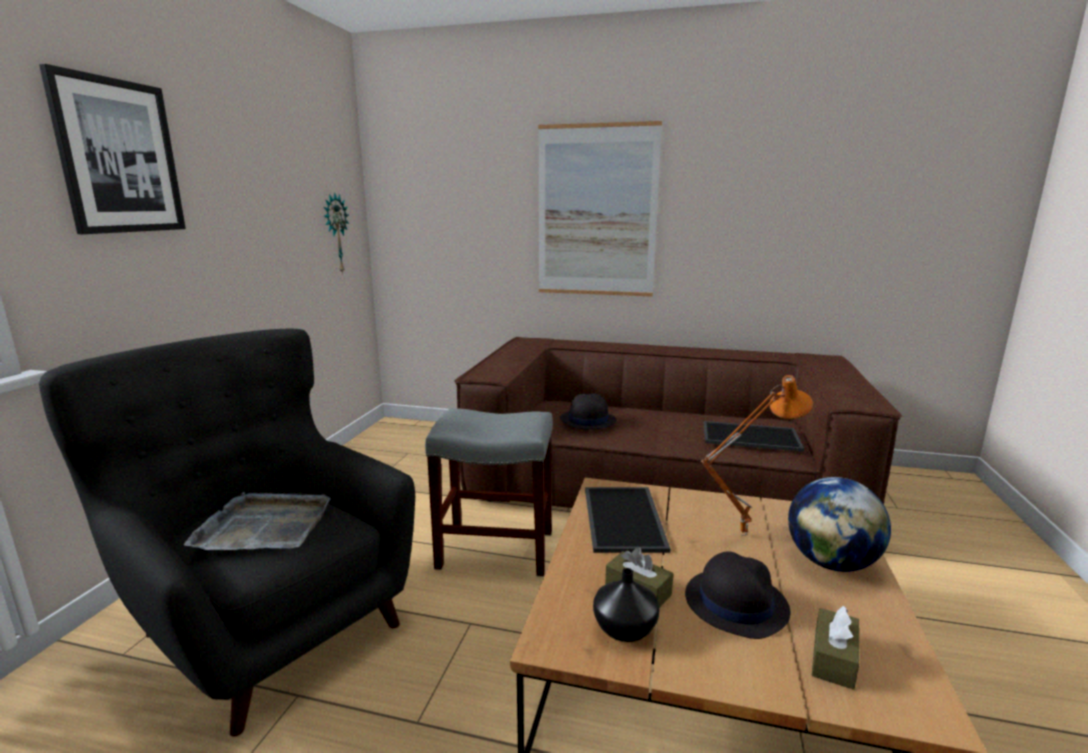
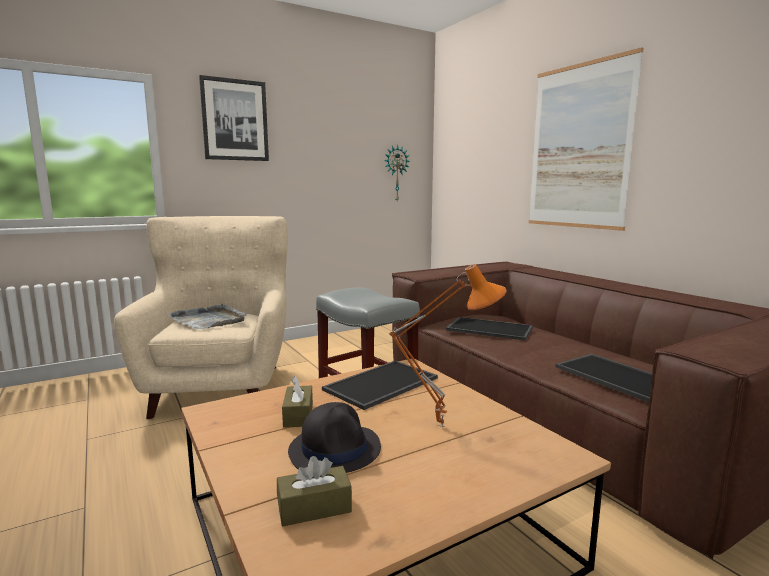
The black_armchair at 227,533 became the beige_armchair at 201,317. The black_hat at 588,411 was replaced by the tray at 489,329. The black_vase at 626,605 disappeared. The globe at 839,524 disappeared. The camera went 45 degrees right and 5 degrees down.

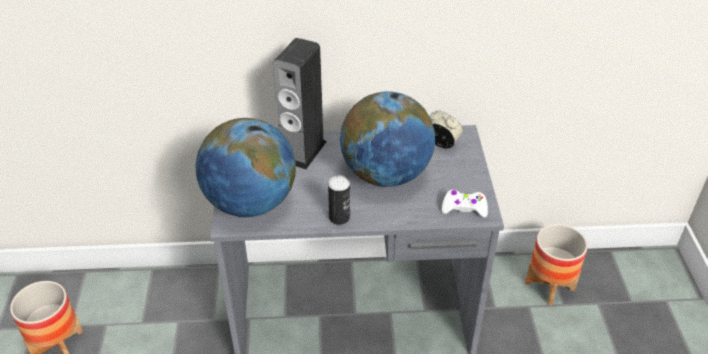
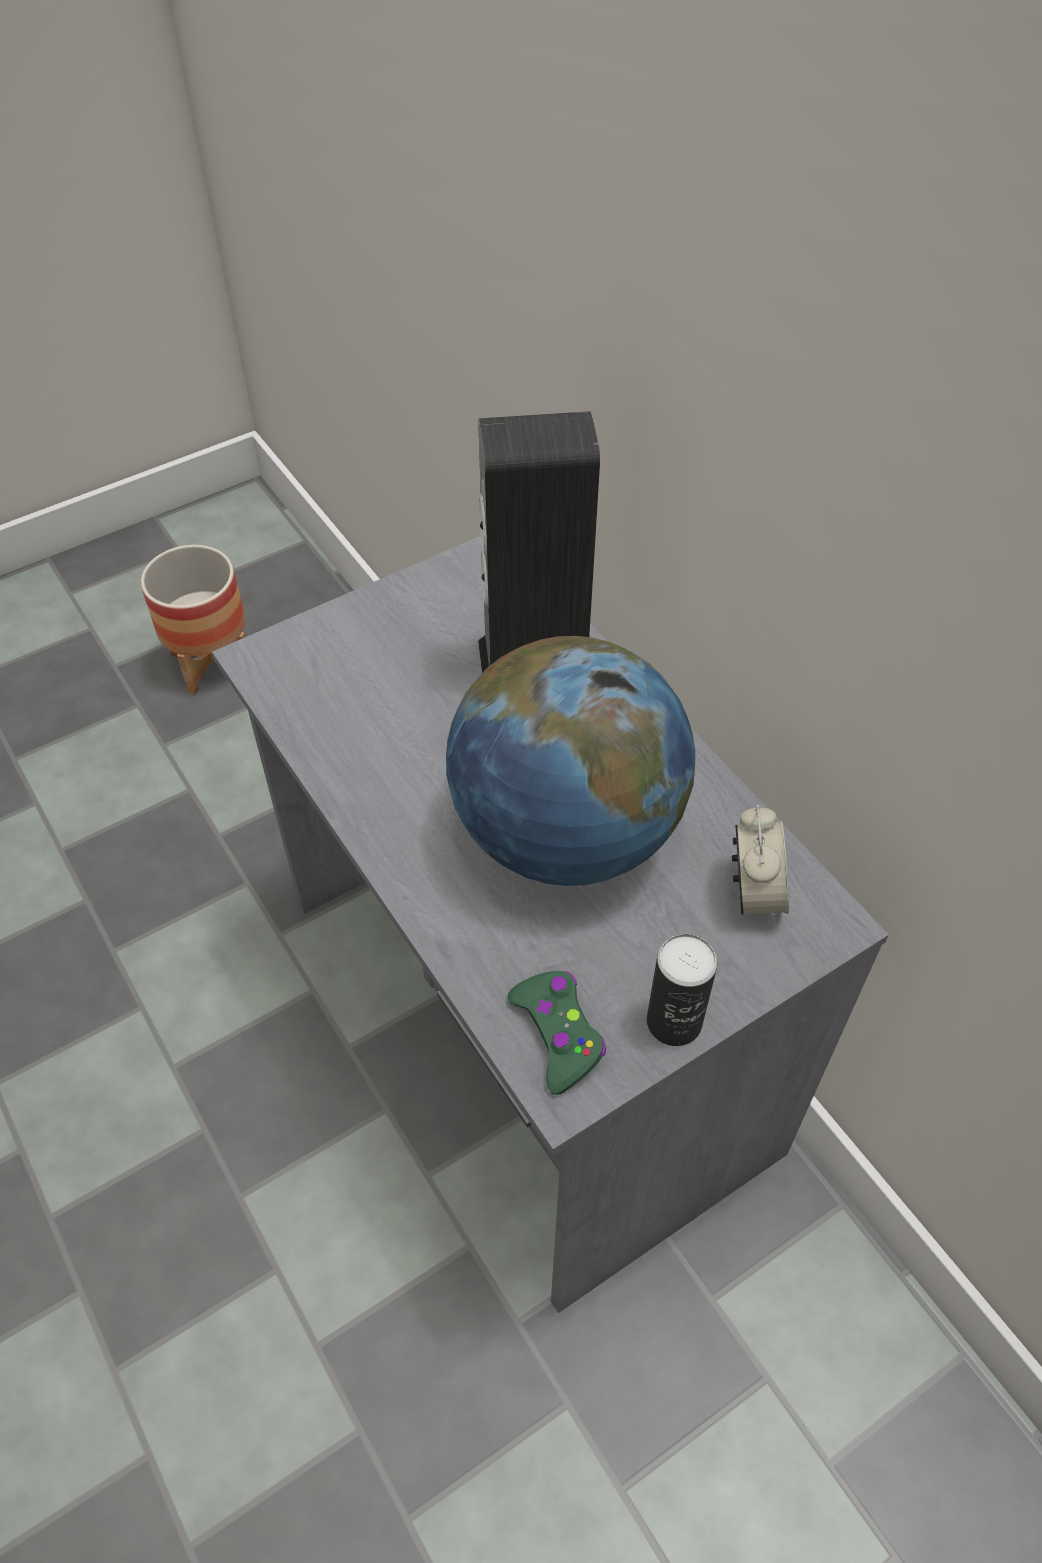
The globe at 245,167 disappeared. The can moved from 339,200 to 682,990. The white_game_controller at 465,204 became the green_game_controller at 556,1033. The planter at 556,265 disappeared. The camera went 60 degrees right and 10 degrees up.

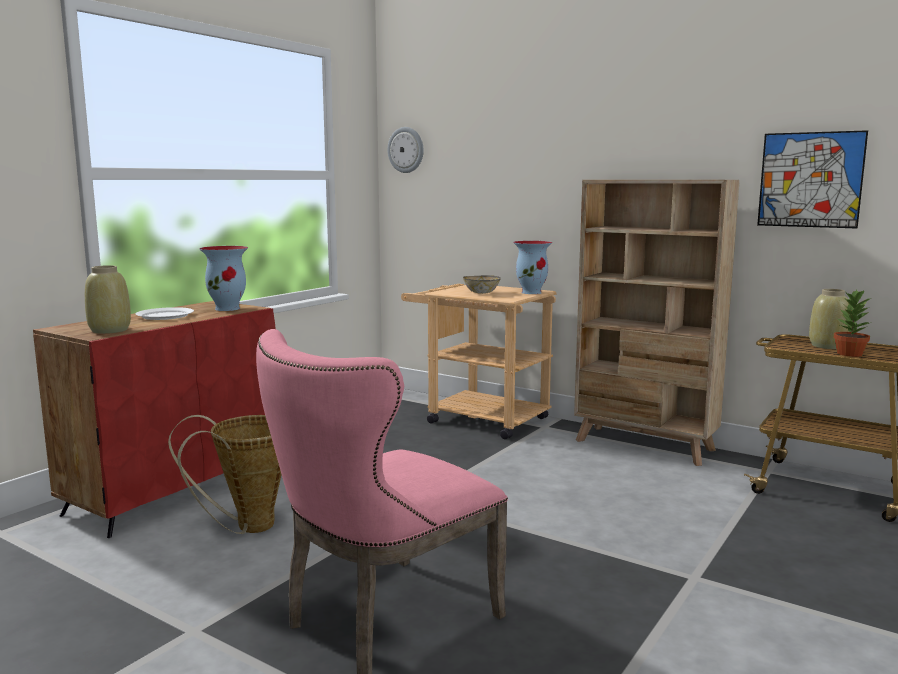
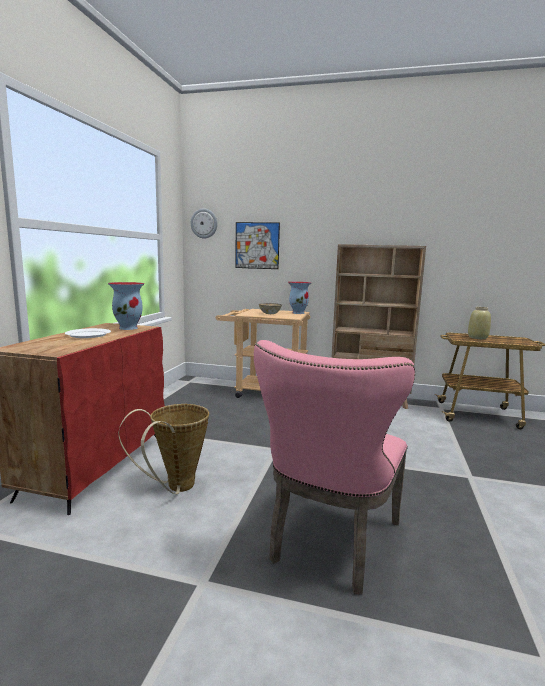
The beige_vase at 108,299 disappeared. The picture moved from 812,179 to 257,245. The potted_plant at 851,323 disappeared. The camera went 20 degrees left and 0 degrees up.

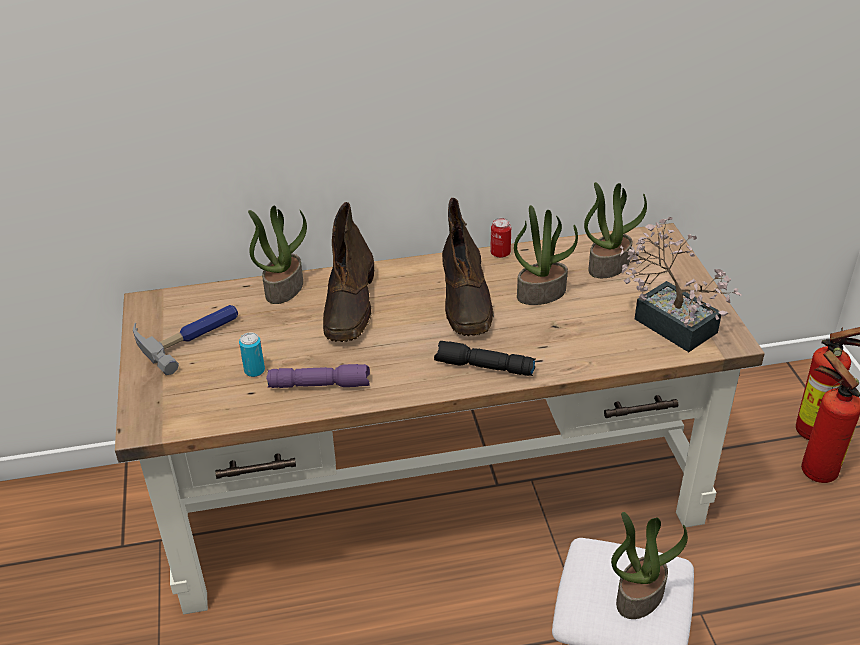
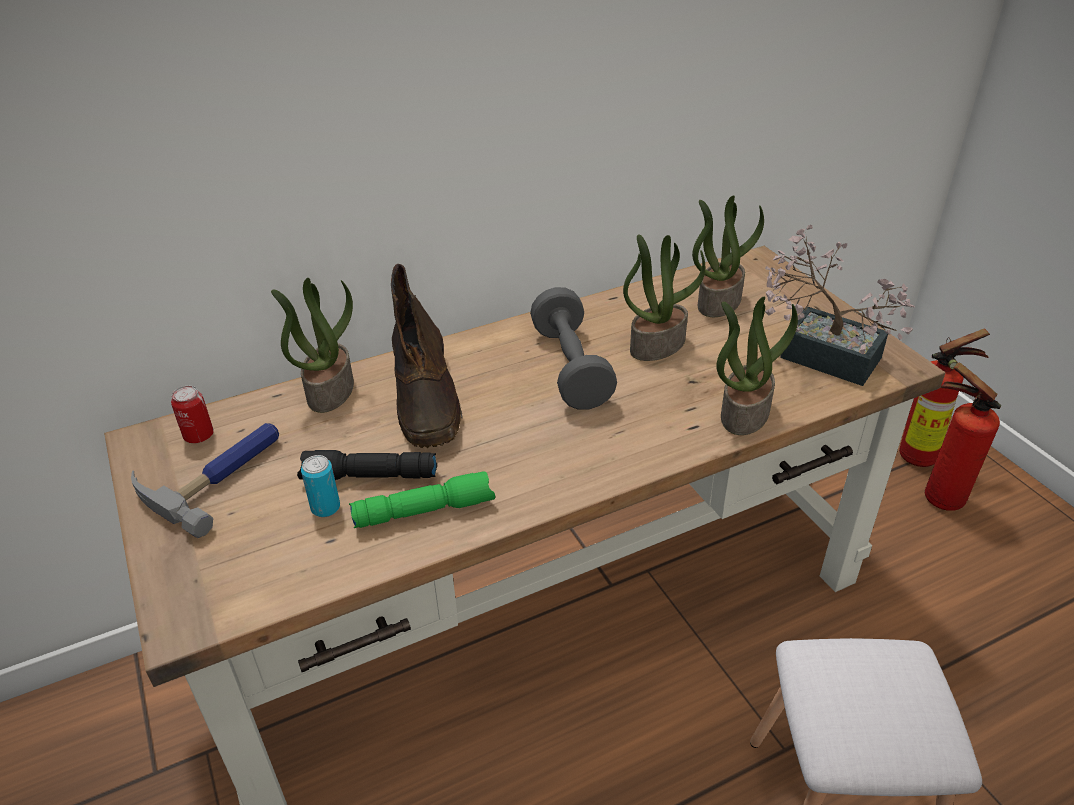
The purple_flashlight at 318,376 became the green_flashlight at 422,499. The black_flashlight moved from 485,358 to 367,465. The brown_boot at 468,267 was replaced by the grey_dumbbell at 573,348. The can moved from 500,238 to 192,414. The potted_plant moved from 649,565 to 757,366. The camera went 15 degrees left and 0 degrees up.

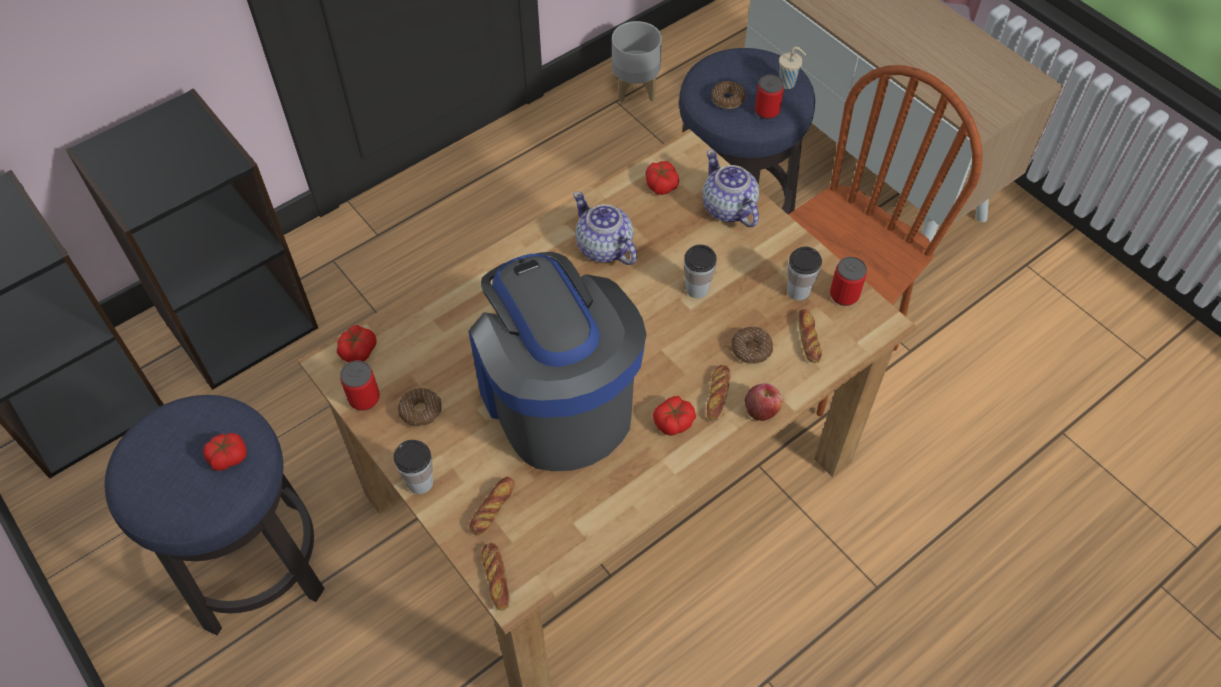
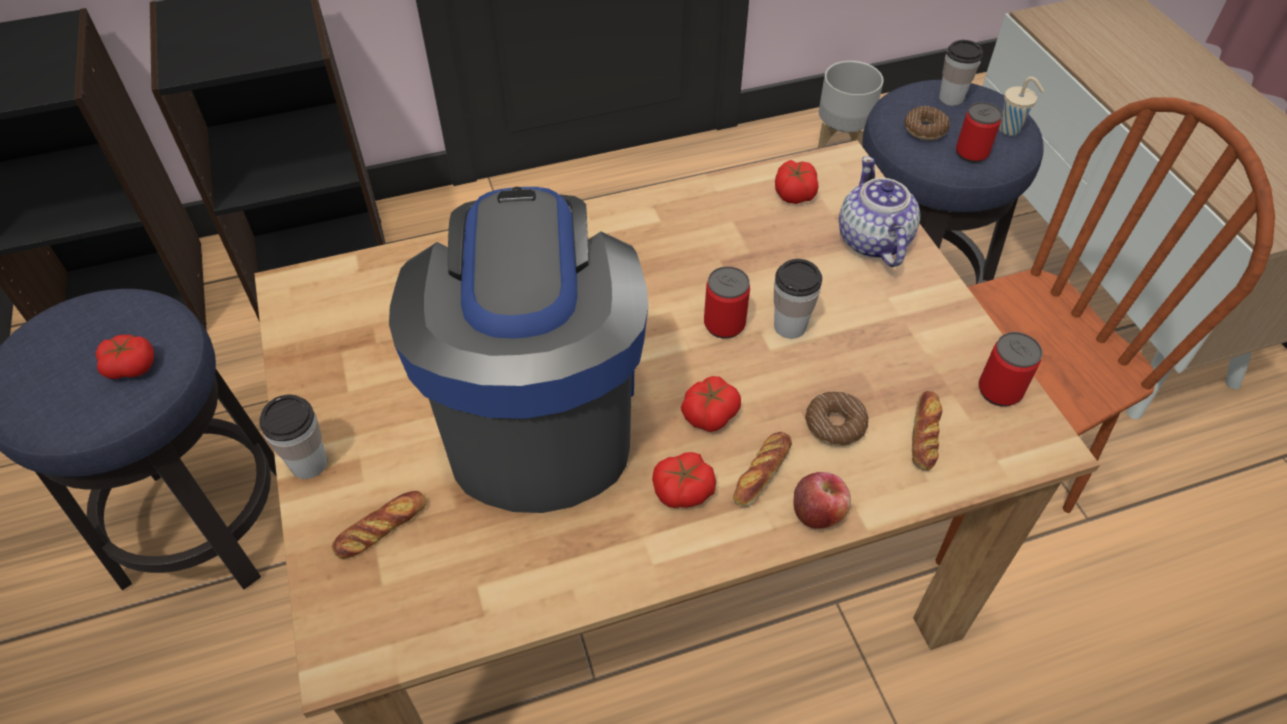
The tomato moved from 357,343 to 711,404. The can moved from 360,385 to 727,302. The donut at 420,407 disappeared. The bread at 496,577 disappeared. The teapot at 605,228 disappeared. The cup moved from 804,274 to 961,73. The camera went 20 degrees right and 5 degrees down.

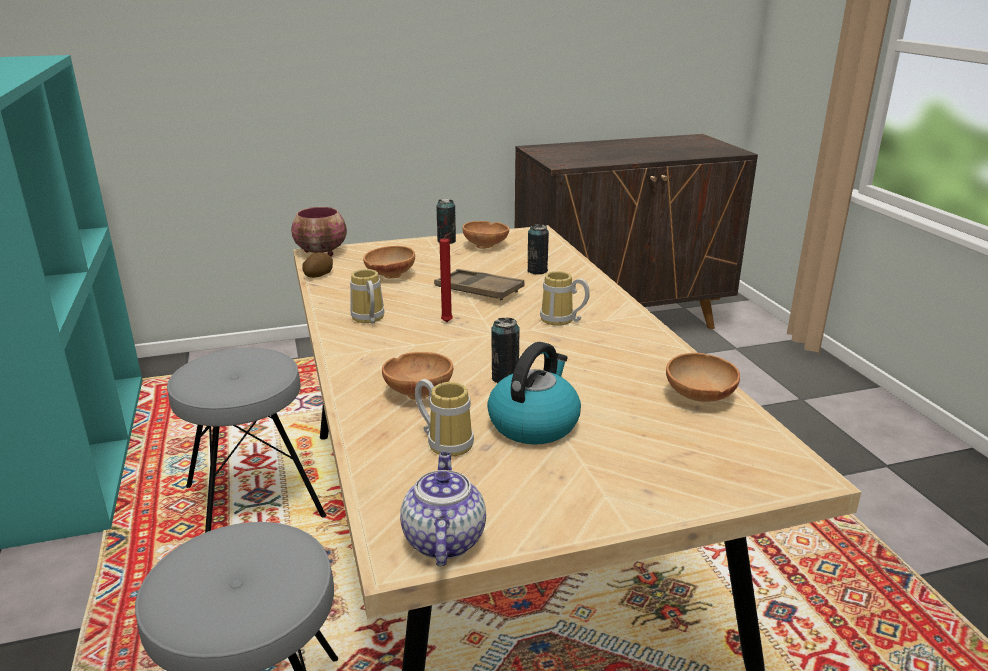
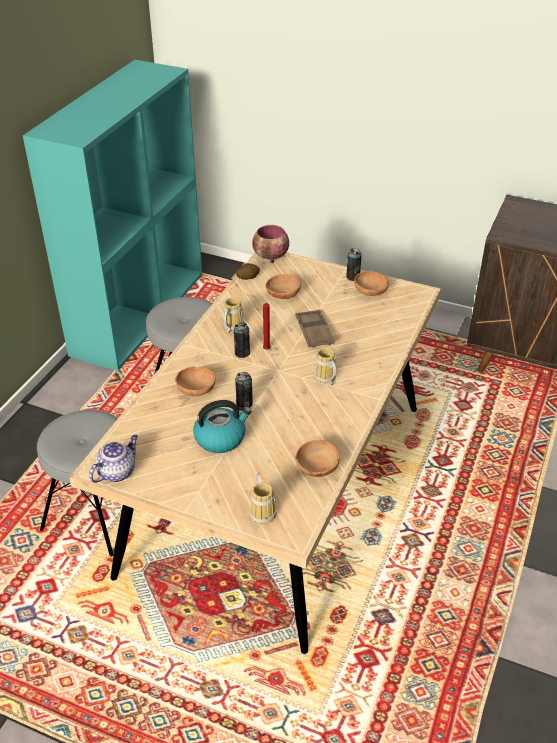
The mug moved from 444,418 to 263,499. The can moved from 538,249 to 242,340. The camera went 40 degrees right and 15 degrees up.

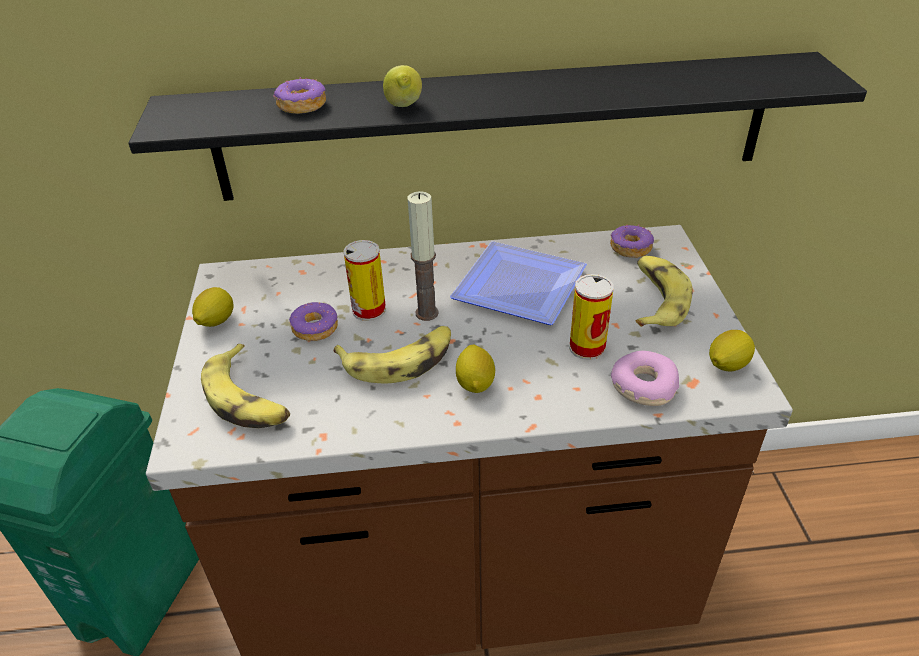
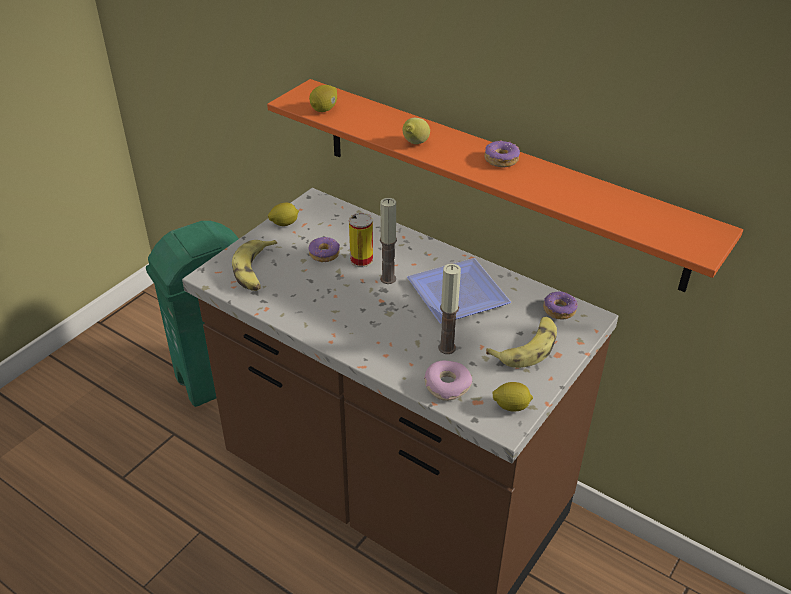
The black_shelf at 498,126 became the orange_shelf at 505,185. The donut moved from 300,95 to 502,154. The banana at 392,354 disappeared. The lemon moved from 476,369 to 323,98. The can at 591,317 was replaced by the candle at 449,309. The camera went 40 degrees right and 0 degrees up.

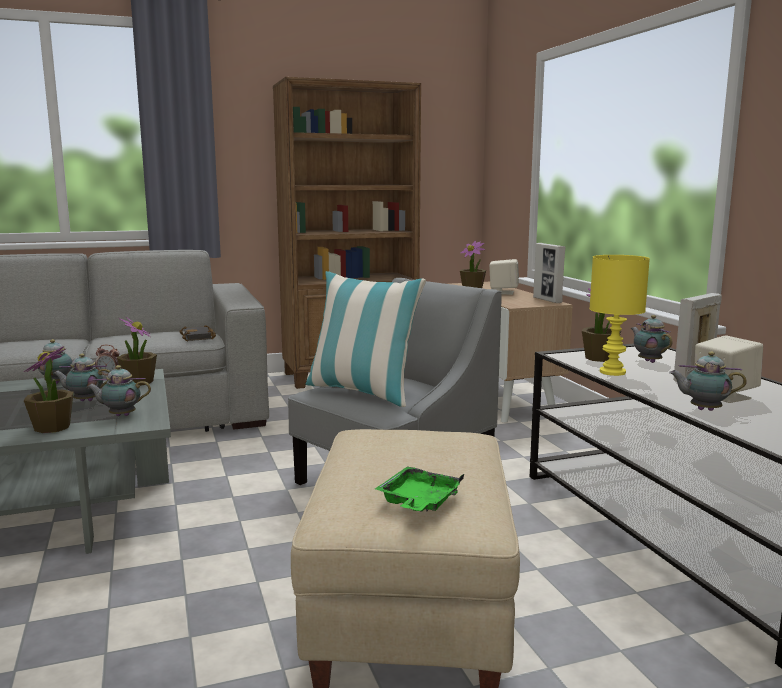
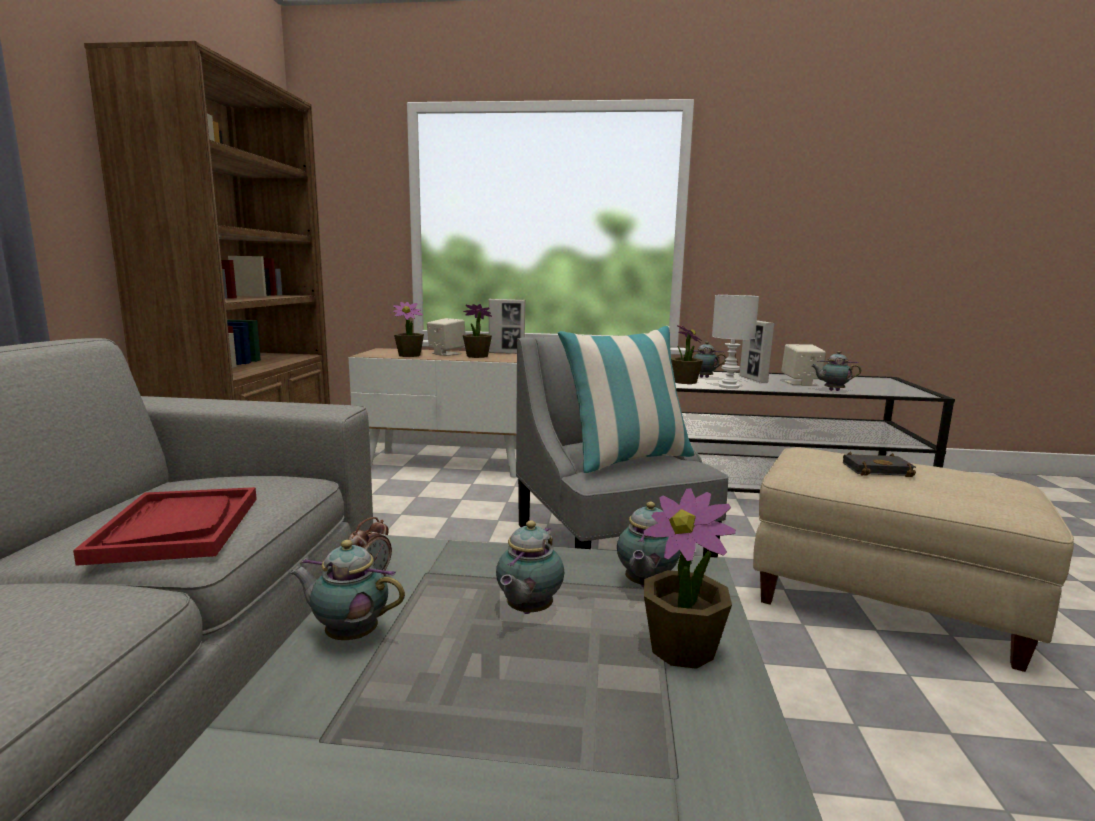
The potted_plant moved from 137,351 to 477,331. The black_book moved from 197,333 to 879,464. The green_tray at 419,489 disappeared. The yellow_table_lamp at 619,315 became the white_table_lamp at 735,342. The teapot at 708,381 turned 60 degrees clockwise. The red_tray at 165,526 appeared. The camera went 65 degrees left and 0 degrees up.

